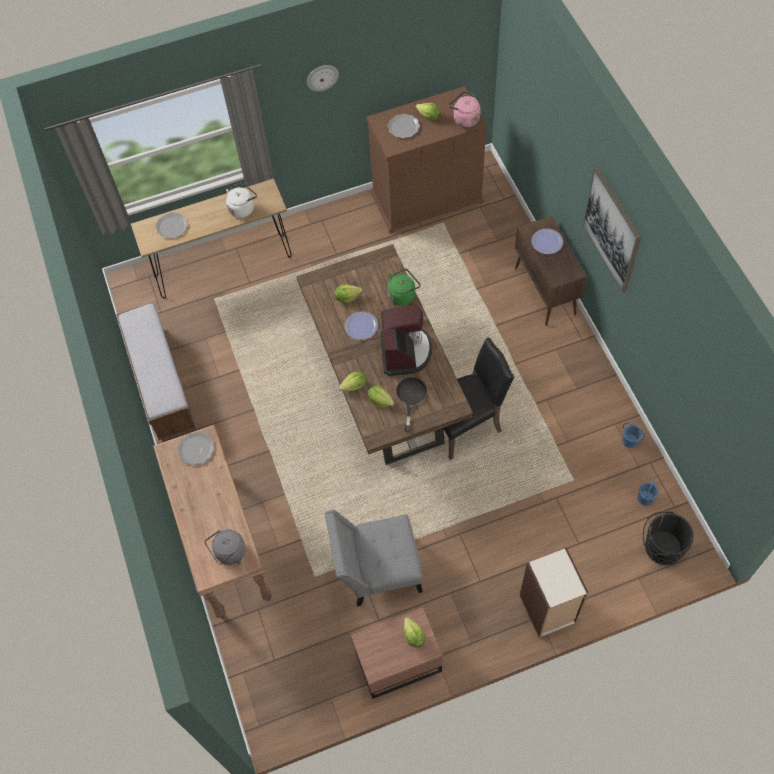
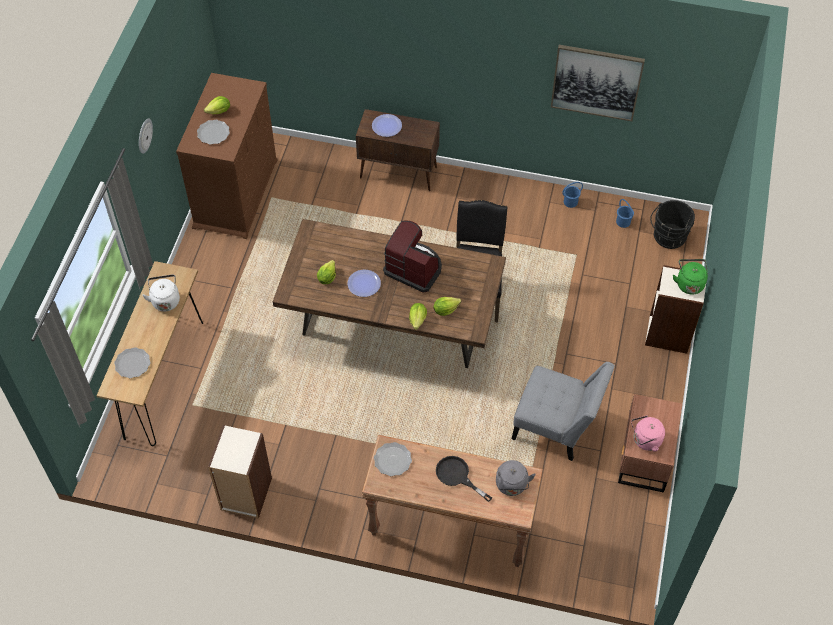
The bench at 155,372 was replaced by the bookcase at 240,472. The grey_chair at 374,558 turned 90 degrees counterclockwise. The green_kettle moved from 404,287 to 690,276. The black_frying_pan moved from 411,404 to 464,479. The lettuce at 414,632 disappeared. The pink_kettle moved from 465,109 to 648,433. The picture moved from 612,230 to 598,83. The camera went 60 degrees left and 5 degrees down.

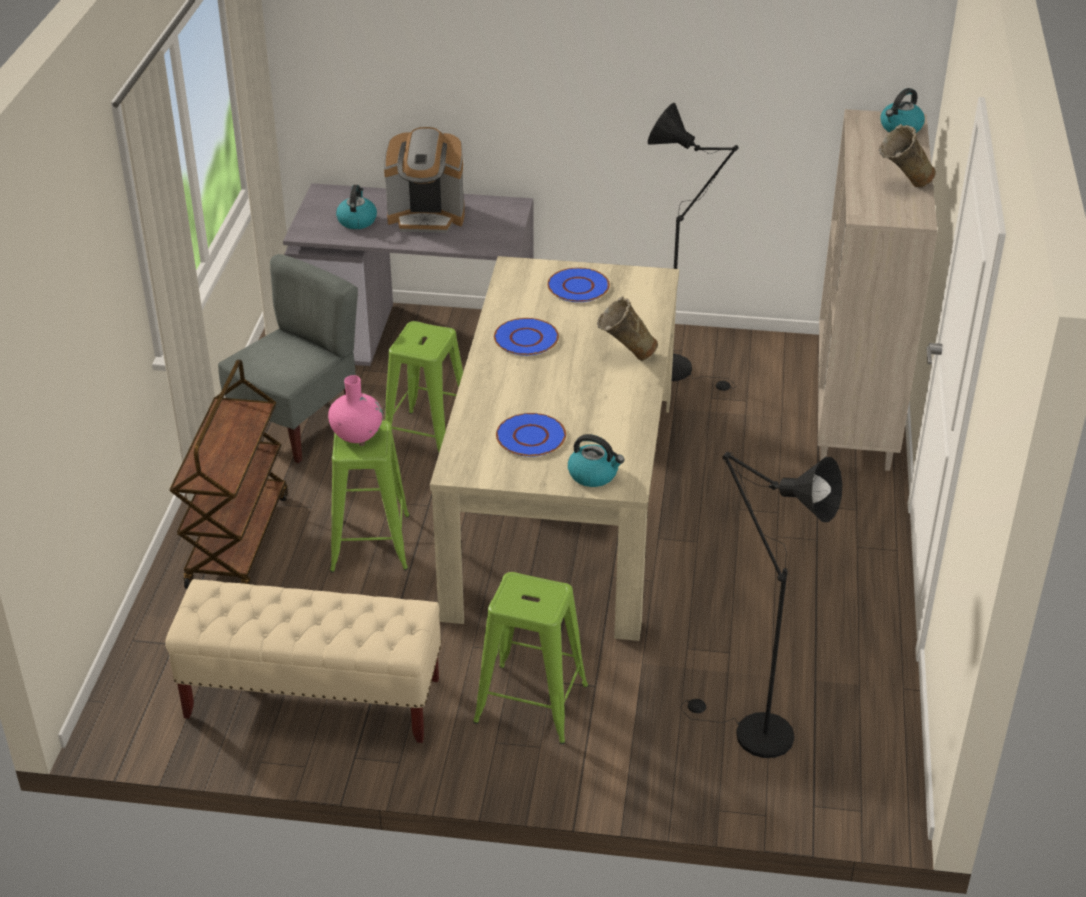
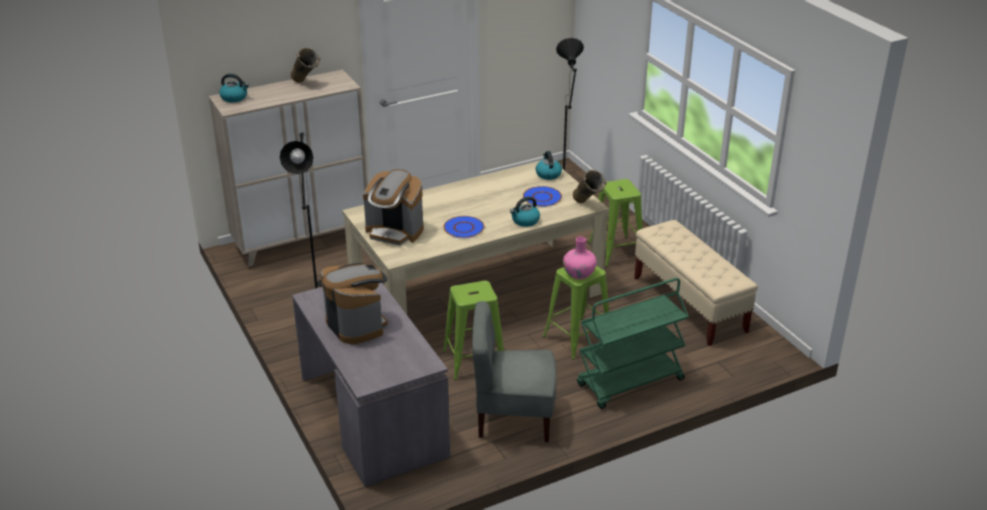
The brown_cart at 229,474 became the green_cart at 633,343. The kettle moved from 356,207 to 525,212. The blue_plate at 578,285 was replaced by the coffee_machine at 393,207. The beige_vase moved from 627,328 to 590,186. The camera went 125 degrees left and 5 degrees down.

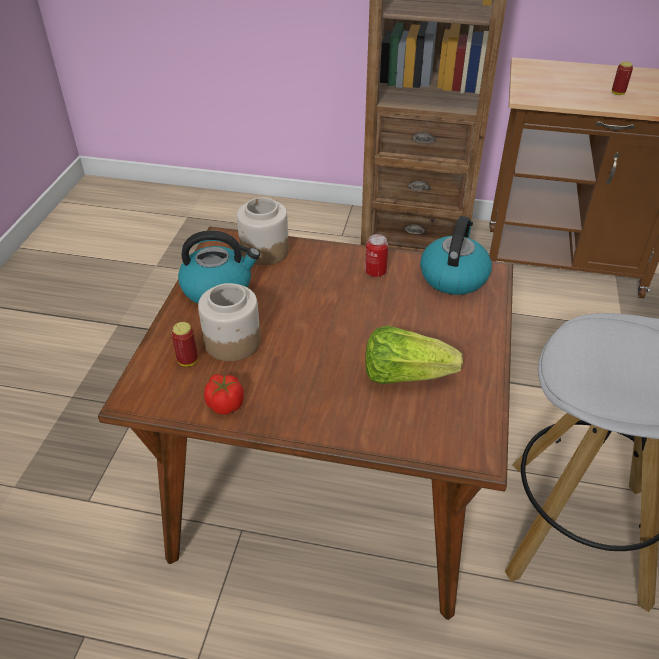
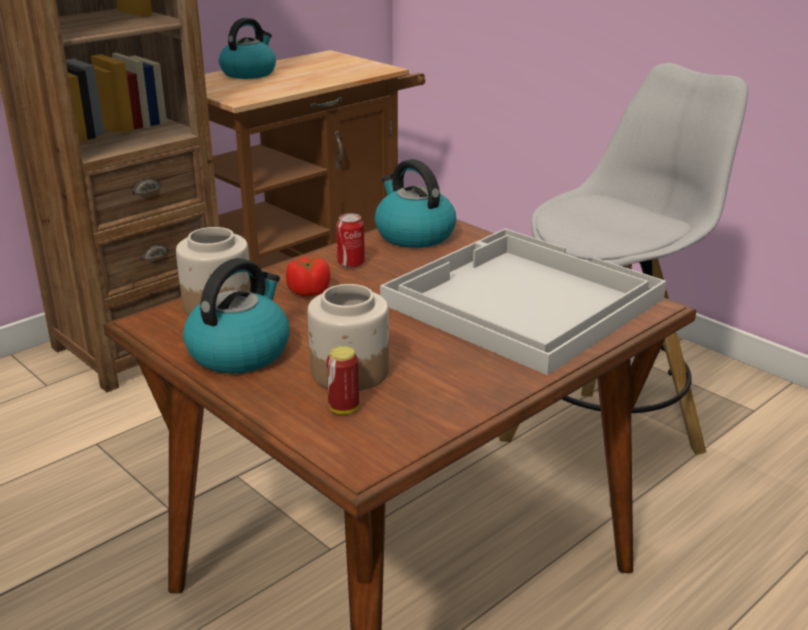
The tomato moved from 224,394 to 308,277. The lettuce at 414,354 was replaced by the white_tray at 523,302. The can at 622,78 disappeared. The kettle at 247,48 appeared. The camera went 55 degrees left and 15 degrees down.

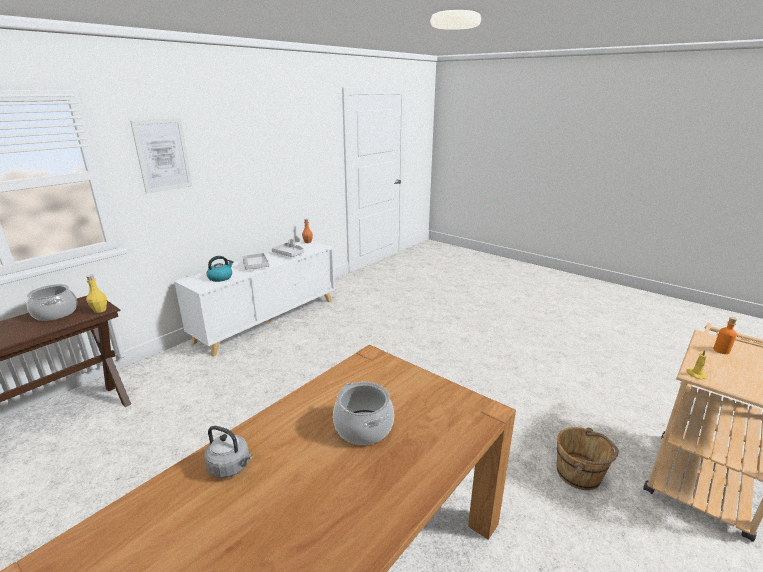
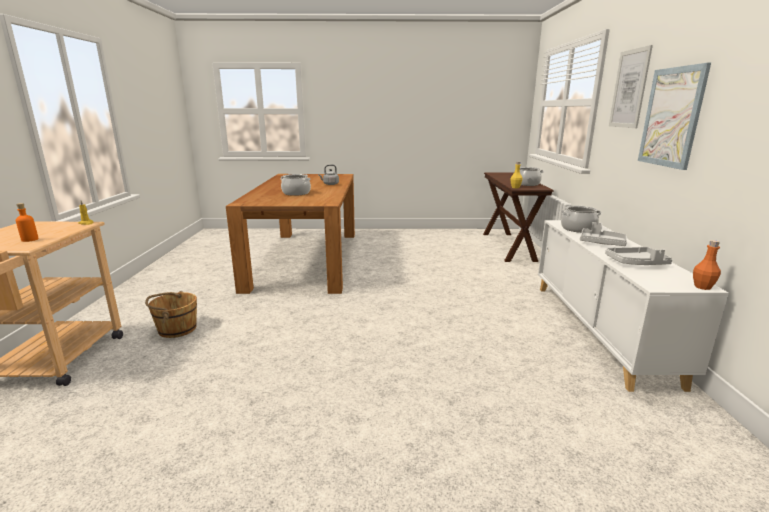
The kettle at 220,269 was replaced by the cooking_pot at 581,219. The picture at 674,116 appeared. The camera went 140 degrees right and 5 degrees down.

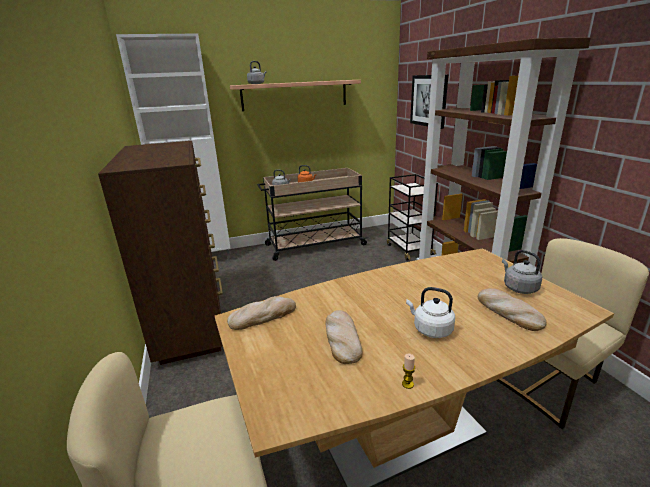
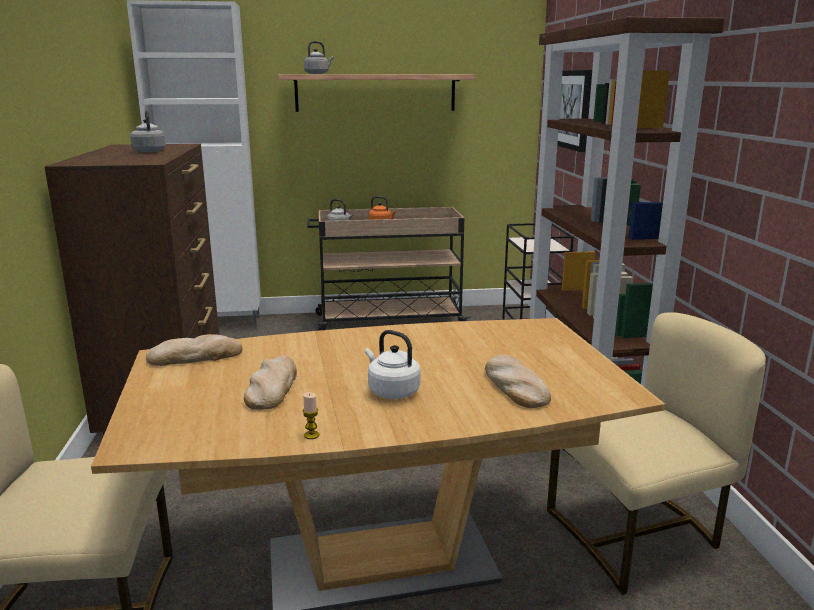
The grey_kettle moved from 522,272 to 148,131. The camera went 10 degrees right and 5 degrees down.

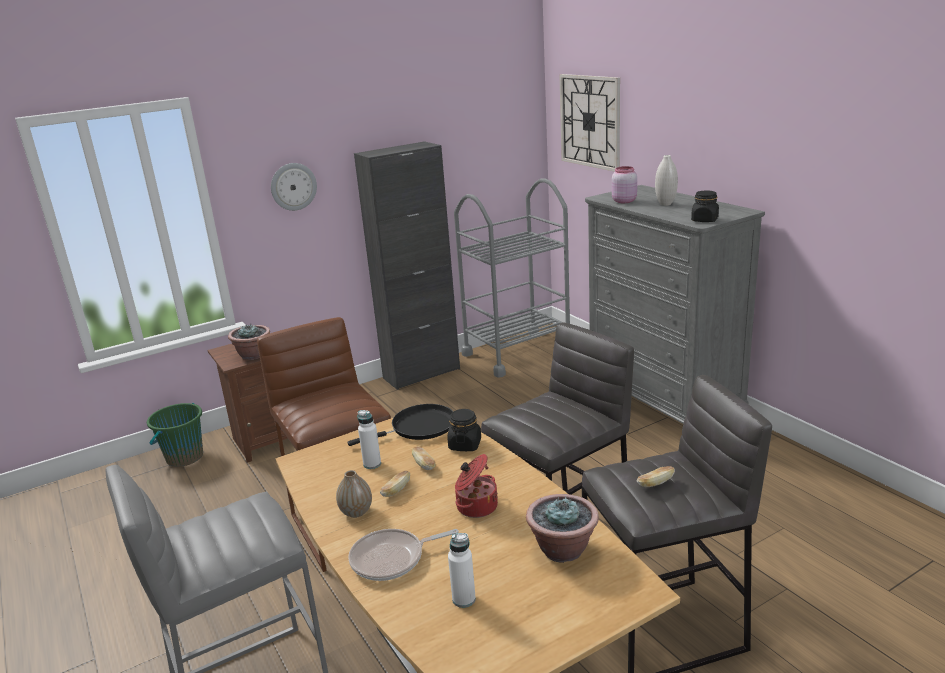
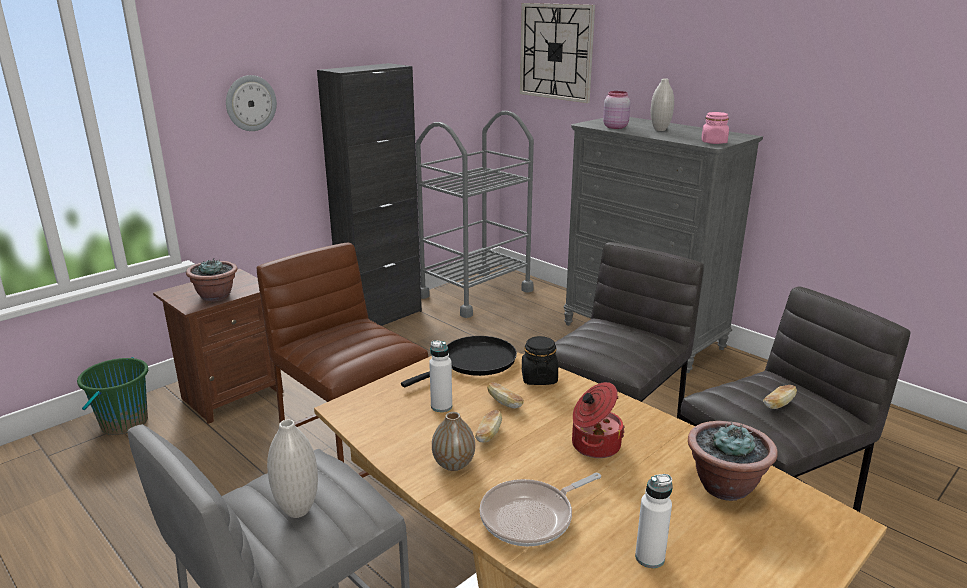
The black_jar at 705,206 became the pink_jar at 715,128. The white_vase at 292,468 appeared. The camera went 15 degrees left and 0 degrees up.

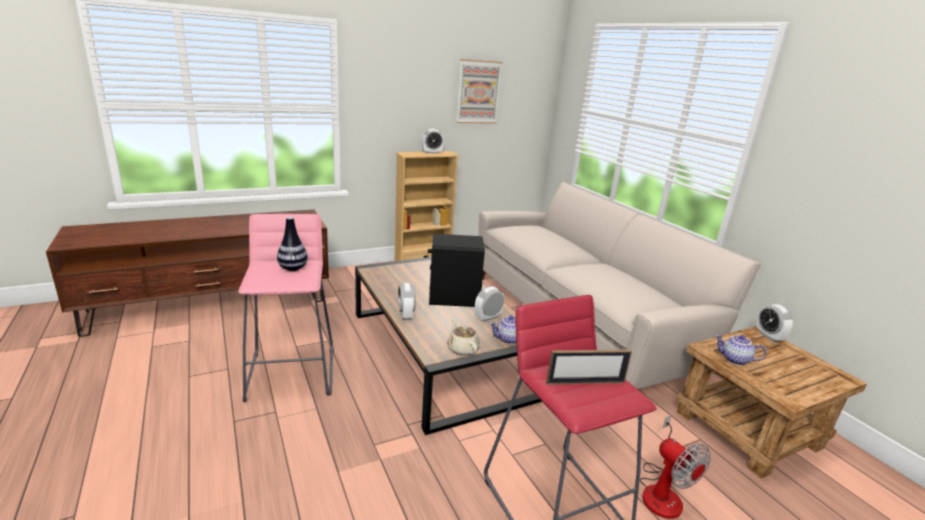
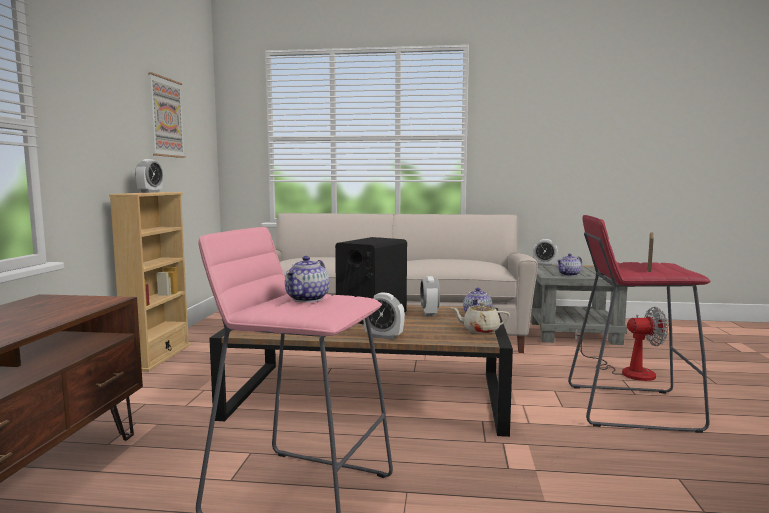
The vase at 292,244 was replaced by the teapot at 307,279. The brown_side_table at 772,402 became the grey_side_table at 579,305. The camera went 55 degrees left and 15 degrees down.

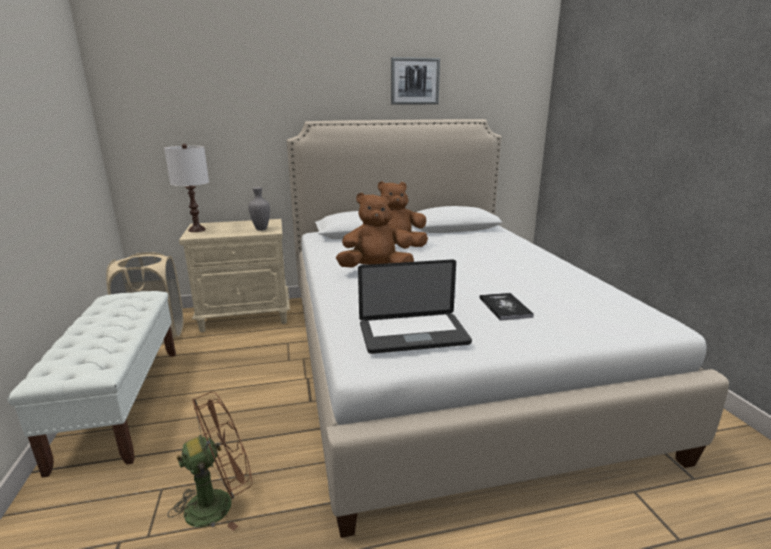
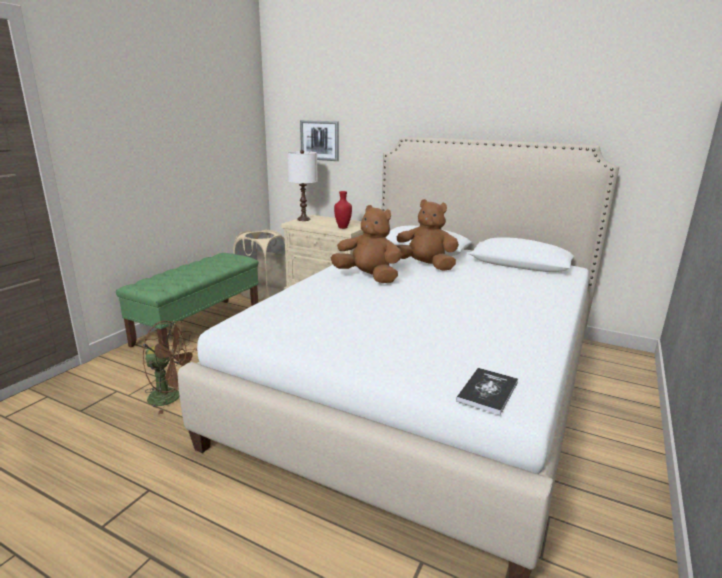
The white_bench at 91,384 became the green_bench at 187,301. The grey_vase at 259,209 became the red_vase at 343,210. The laptop at 415,306 disappeared. The picture moved from 415,80 to 319,140. The book moved from 507,307 to 487,391. The camera went 40 degrees right and 0 degrees up.

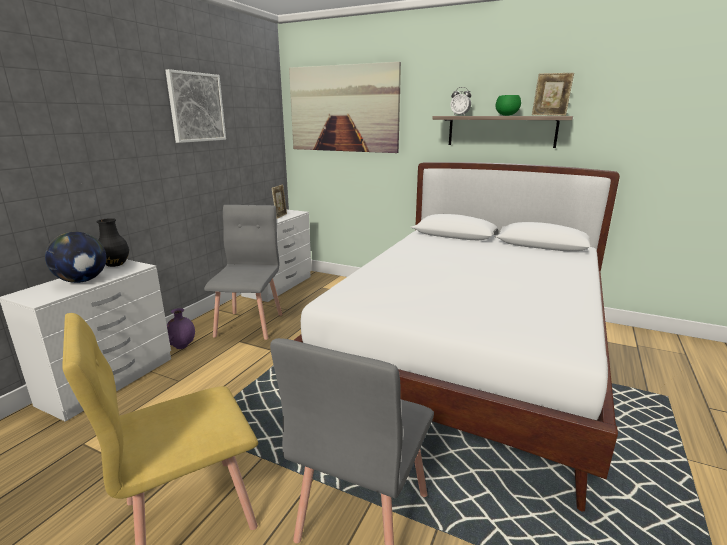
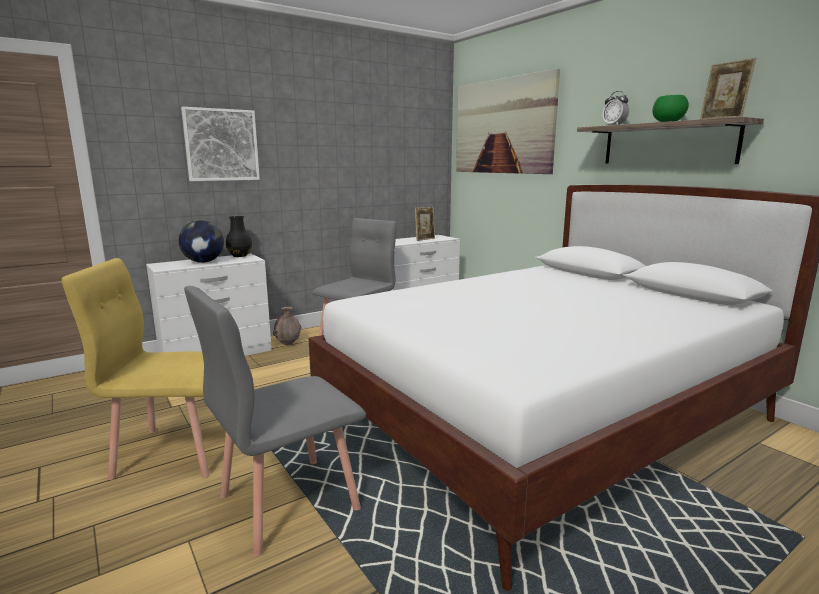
The picture moved from 195,106 to 220,144. The purple_vase at 181,328 became the brown_vase at 287,326. The camera went 30 degrees right and 5 degrees down.

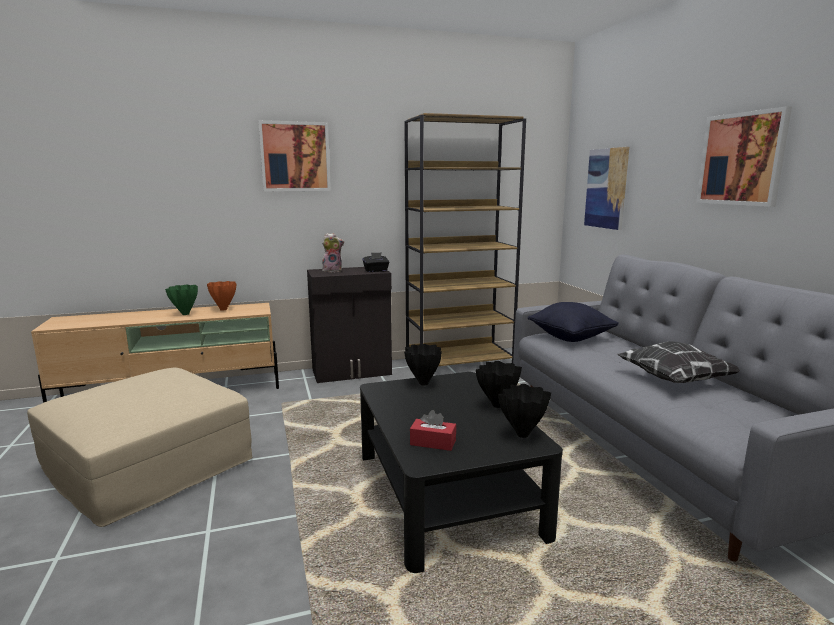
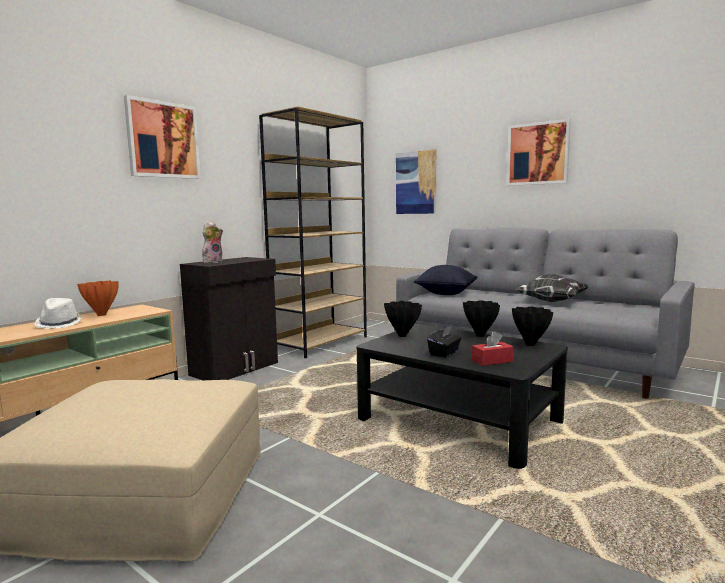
The green_vase at 181,300 was replaced by the white_hat at 58,313. The black_tissue_box moved from 375,262 to 444,342. The camera went 35 degrees left and 5 degrees down.

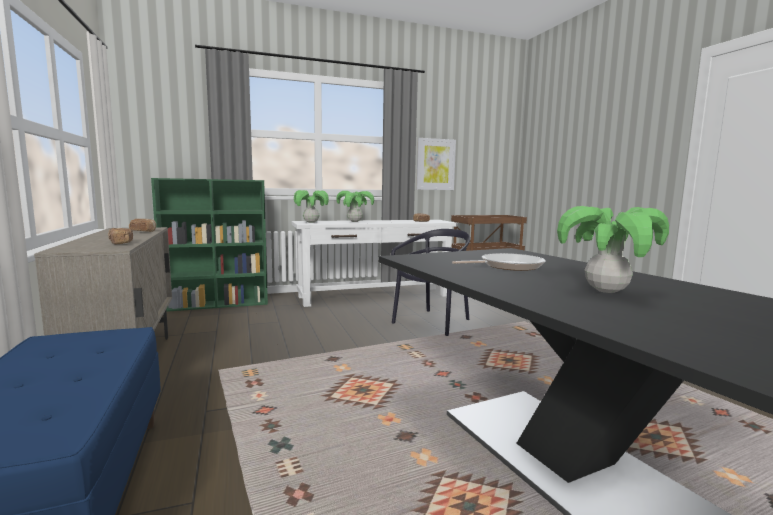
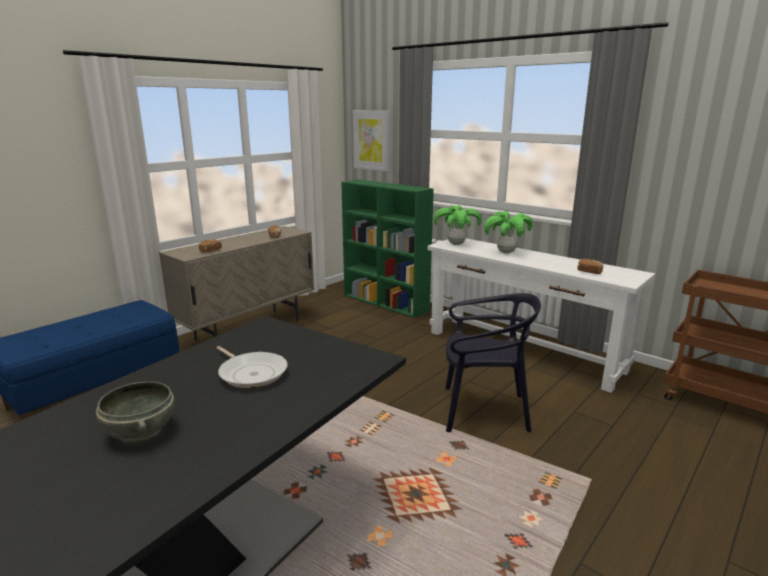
The picture moved from 436,164 to 371,141. The potted_plant at 613,249 was replaced by the grey_bowl at 135,413. The camera went 60 degrees right and 10 degrees up.

